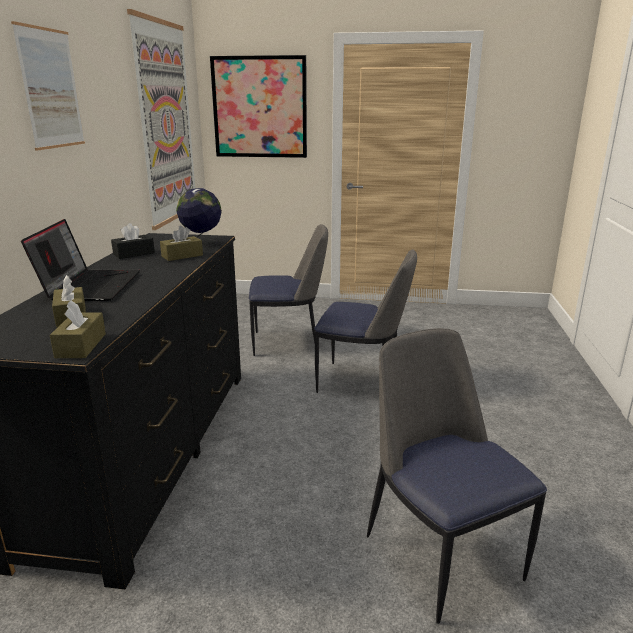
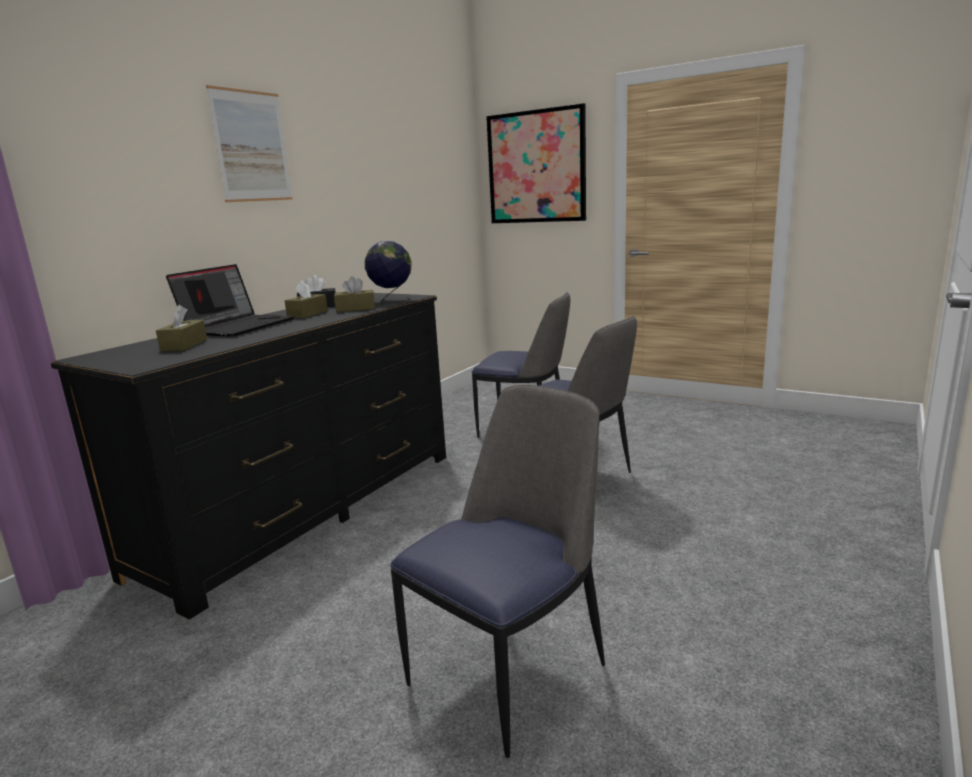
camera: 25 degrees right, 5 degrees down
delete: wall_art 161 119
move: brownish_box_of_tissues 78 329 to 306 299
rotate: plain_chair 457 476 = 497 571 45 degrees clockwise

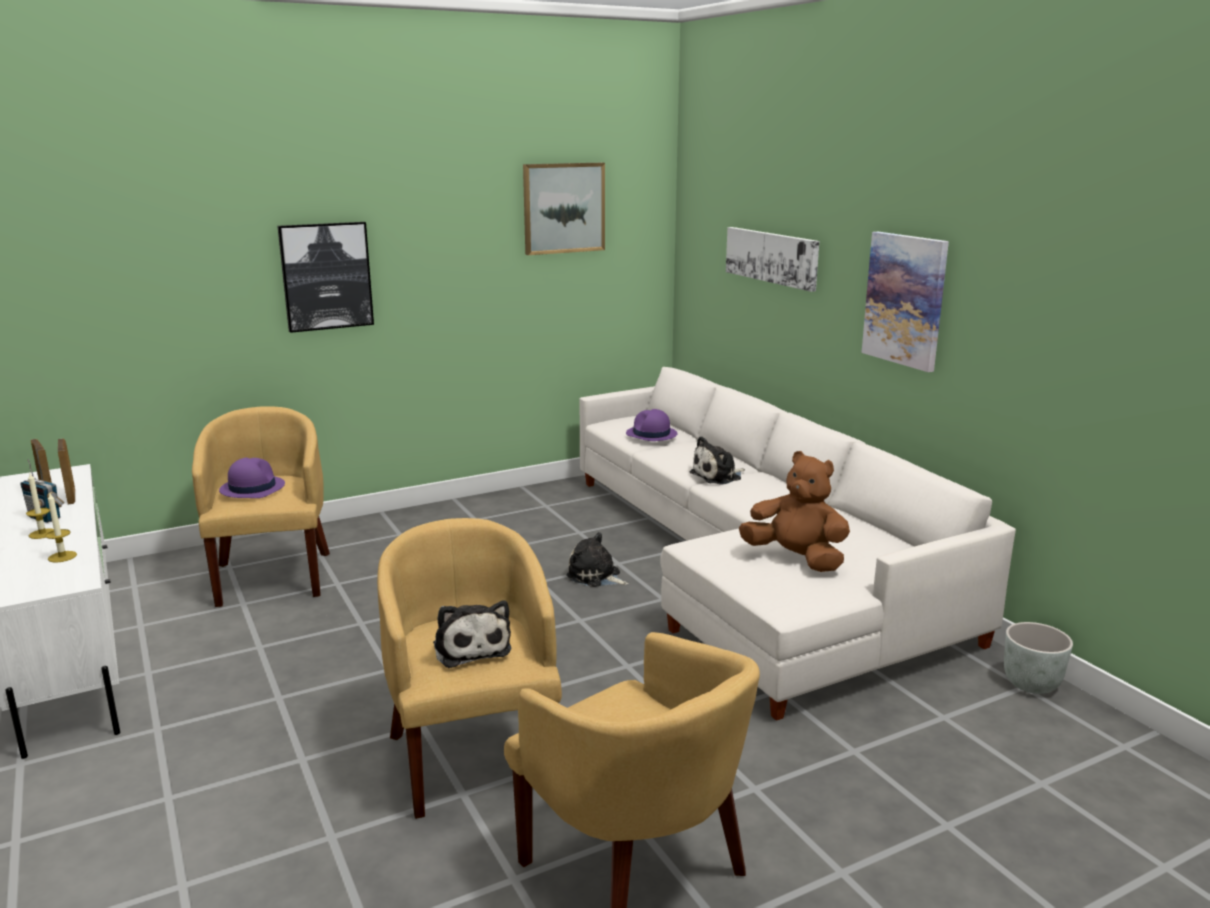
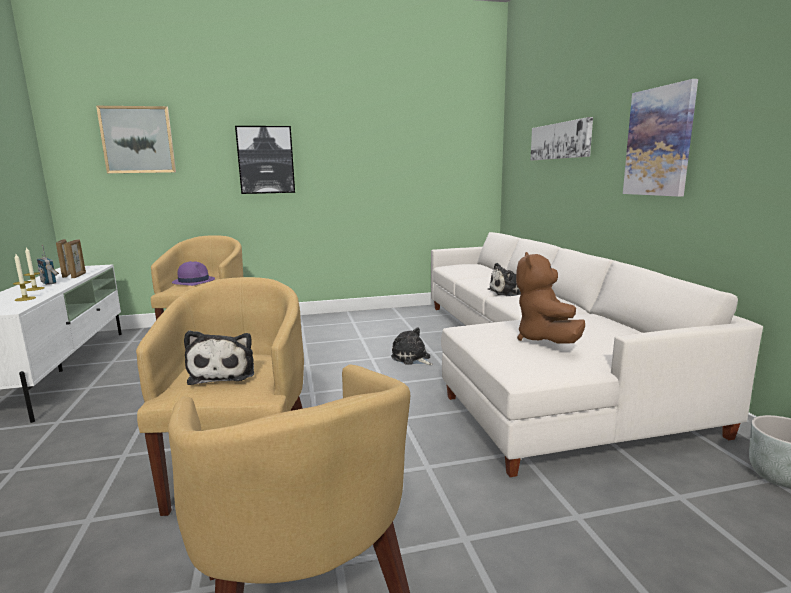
camera: 15 degrees right, 5 degrees down
delete: purple-coloured_hat 651 425
move: wall_art 564 209 to 136 139
rotate: brownish_plush_toy 794 511 = 550 298 135 degrees counterclockwise

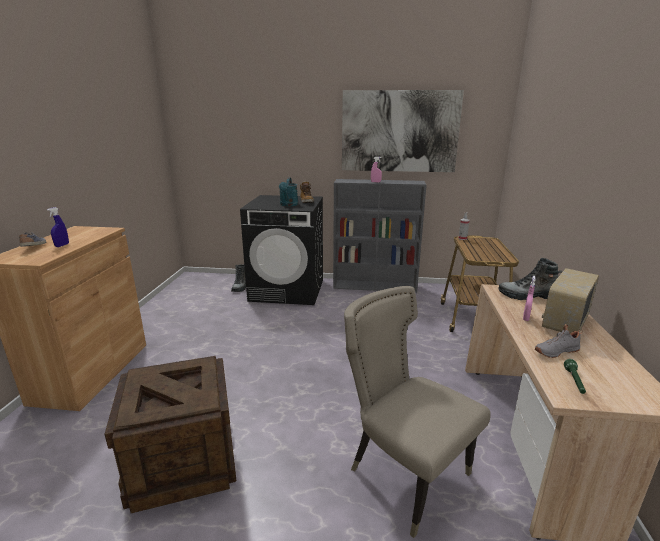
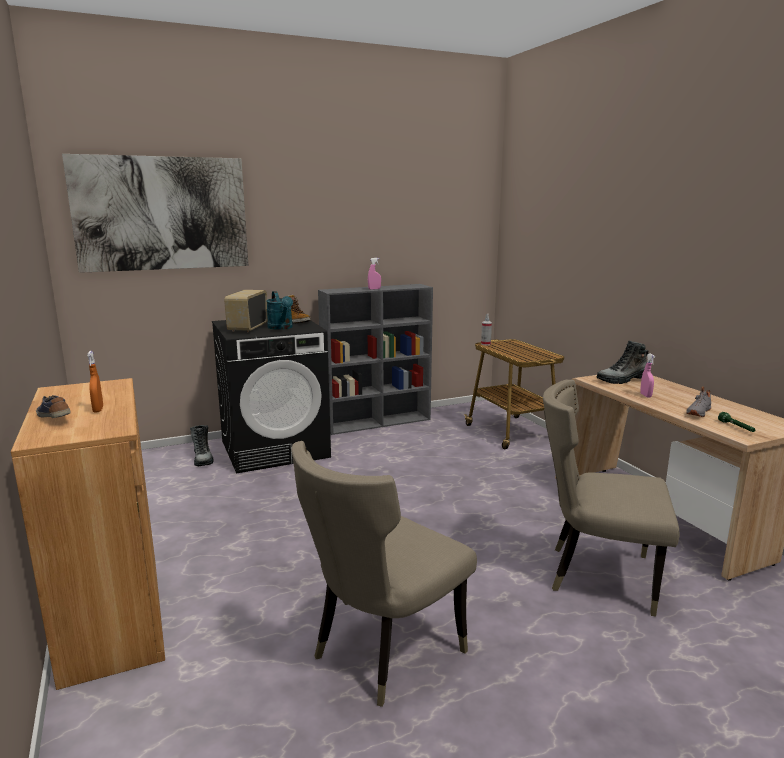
camera: 30 degrees left, 5 degrees down
move: wall_art 403 131 to 155 213; radio 570 300 to 246 311
replace: packing_crate 170 434 to beige-coloured_plain_chair 384 574
recolor: blue_hand_sprayer 58 227 to orange_hand_sprayer 95 382

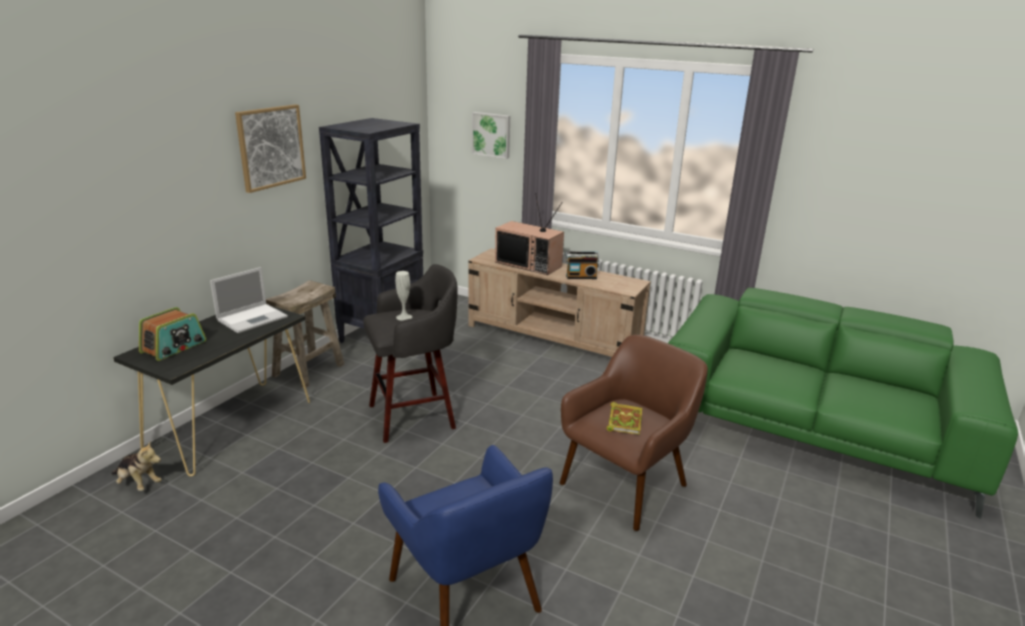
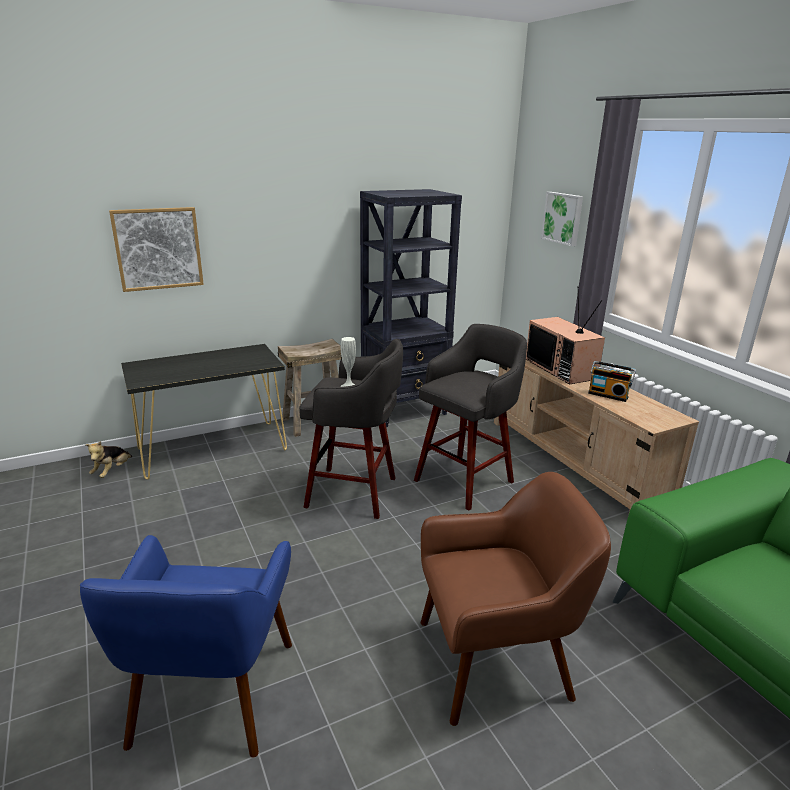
camera: 35 degrees right, 0 degrees up
delete: radio 172 334; laptop 249 300; volume 624 418
insert: gray_stool_seat 470 417
move: wall_art 270 148 to 156 249
rotate: plush_toy 136 466 = 109 459 45 degrees clockwise

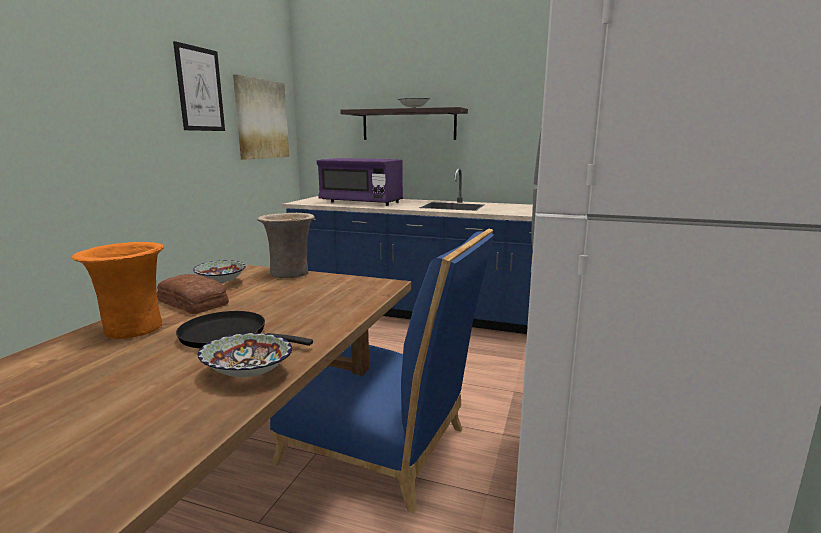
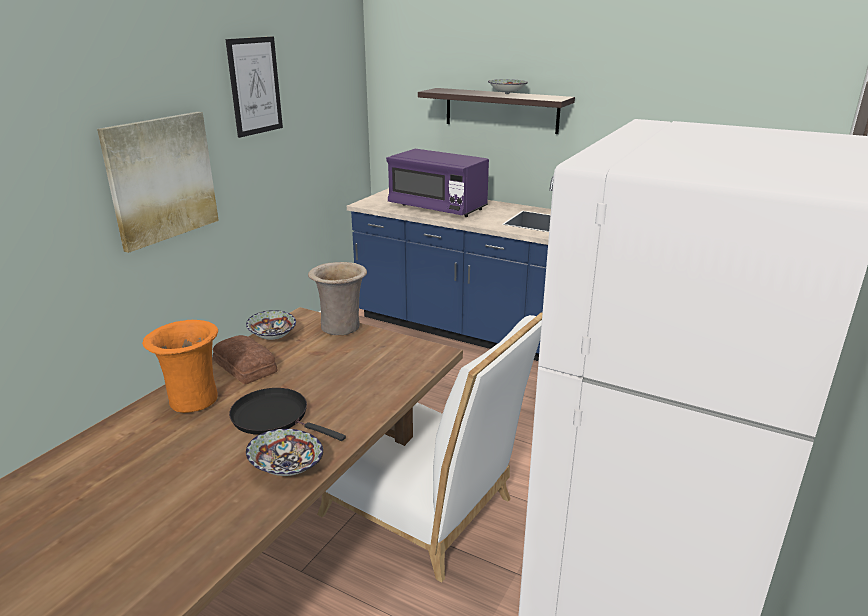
camera: 10 degrees right, 10 degrees up
move: wall_art 261 117 to 158 182
recolor: blue_plain_chair 382 371 to white_plain_chair 429 447

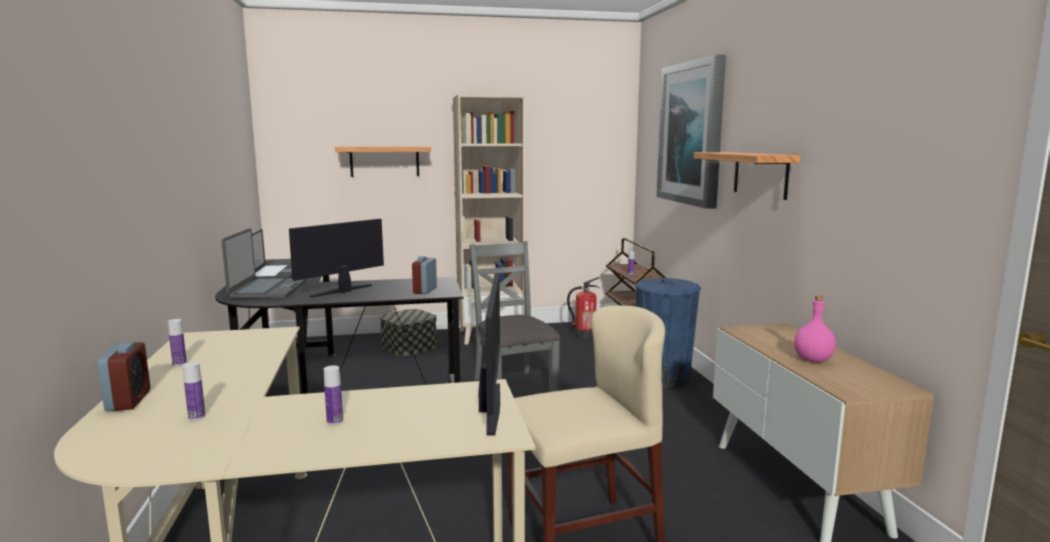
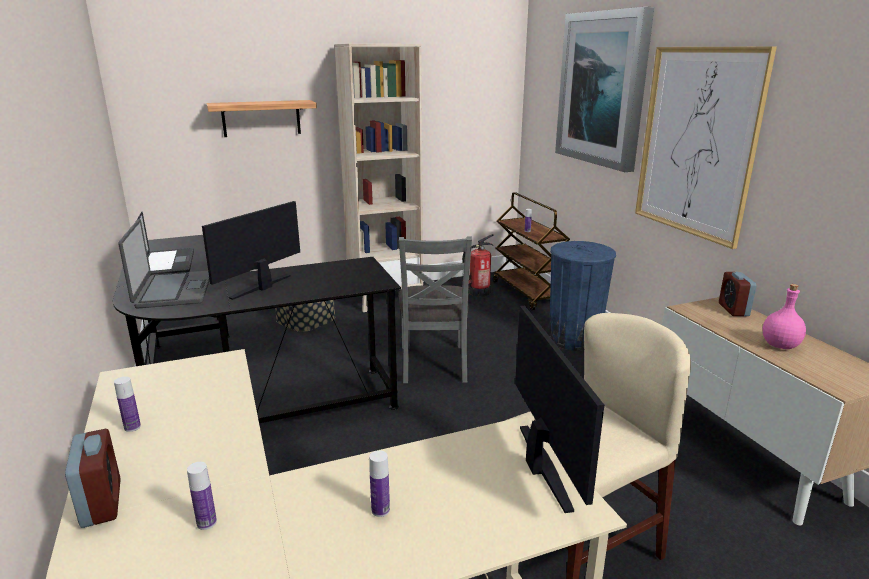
camera: 10 degrees left, 10 degrees up
move: table_clock 424 275 to 737 294
replace: shelf 747 176 to wall_art 706 147
rotate: gray_plain_chair 515 316 = 435 310 150 degrees counterclockwise

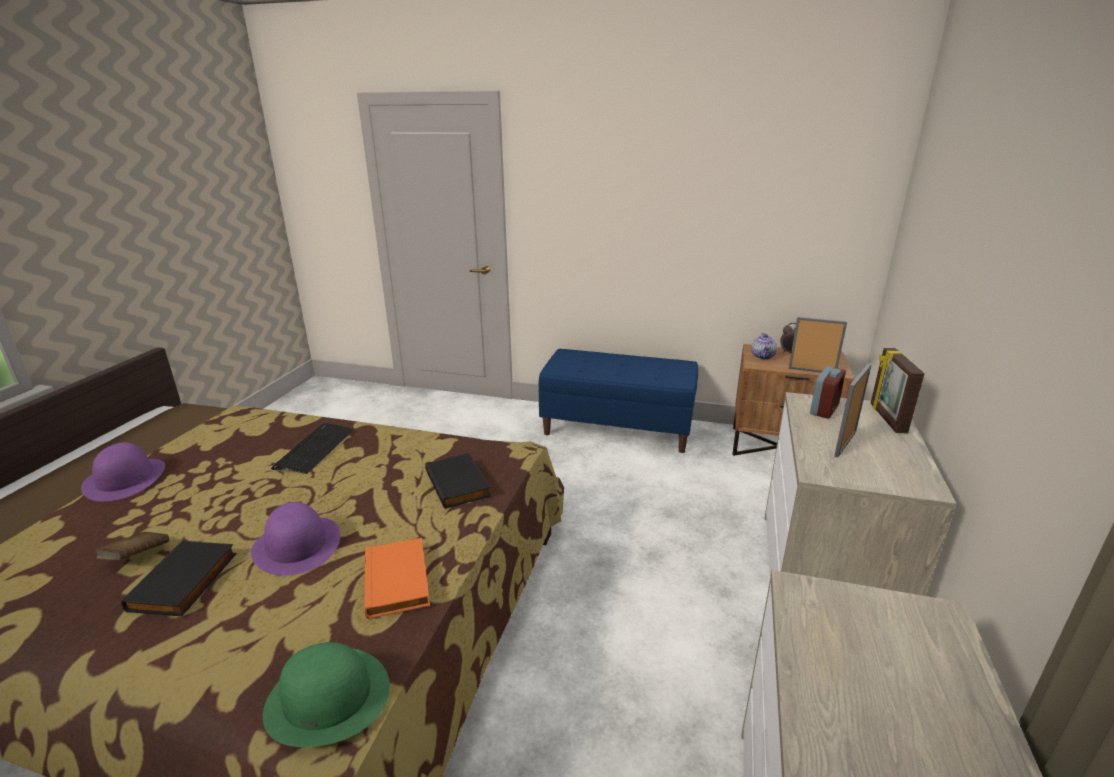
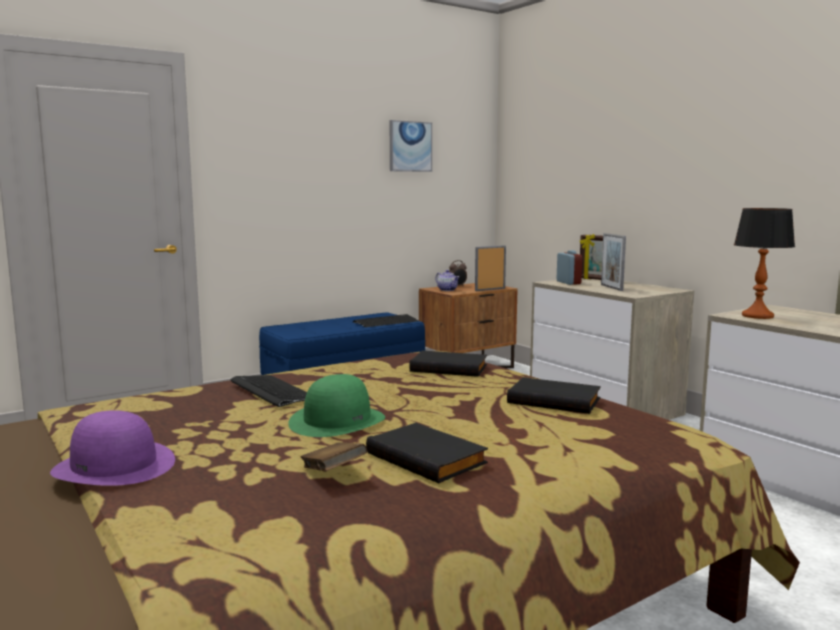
camera: 50 degrees left, 15 degrees down
delete: purple-coloured_hat 296 539
insert: PC_keyboard 386 320; wall_art 411 146; lamp_for_a_table 764 263
move: green_hat 326 694 to 336 405
recolor: orange_volume 397 578 to blackish_volume 554 395

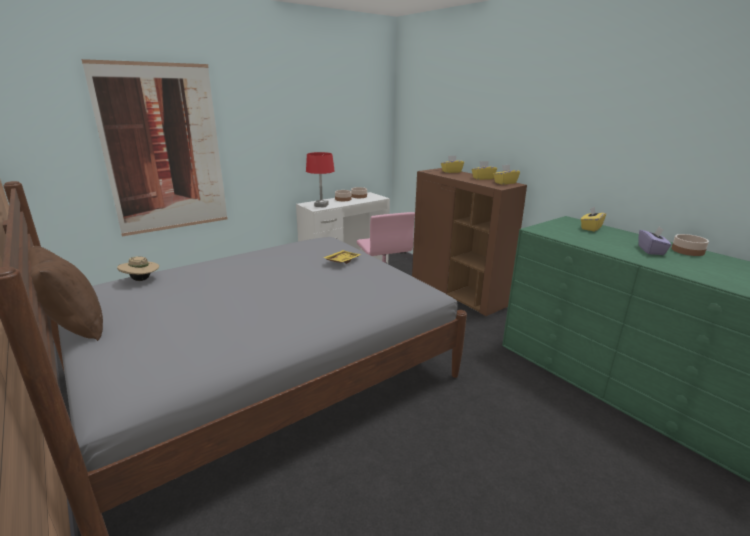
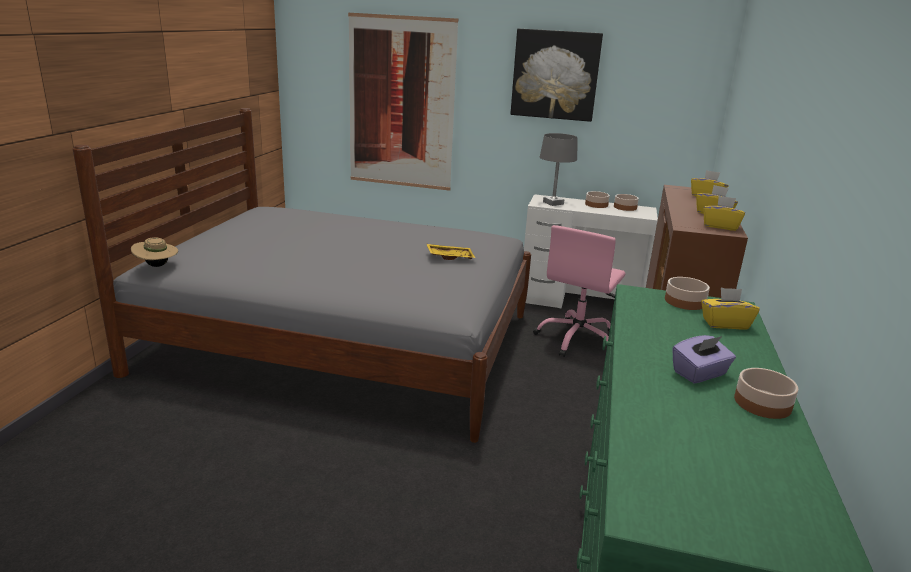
camera: 50 degrees right, 0 degrees up
delete: brownish_throw_pillow 65 293
insert: wall_art 557 75; deep_dish 687 293
move: beige-coloured_hat 138 268 to 154 252
recolor: red_lamp_for_a_table 320 179 to gray_lamp_for_a_table 559 169

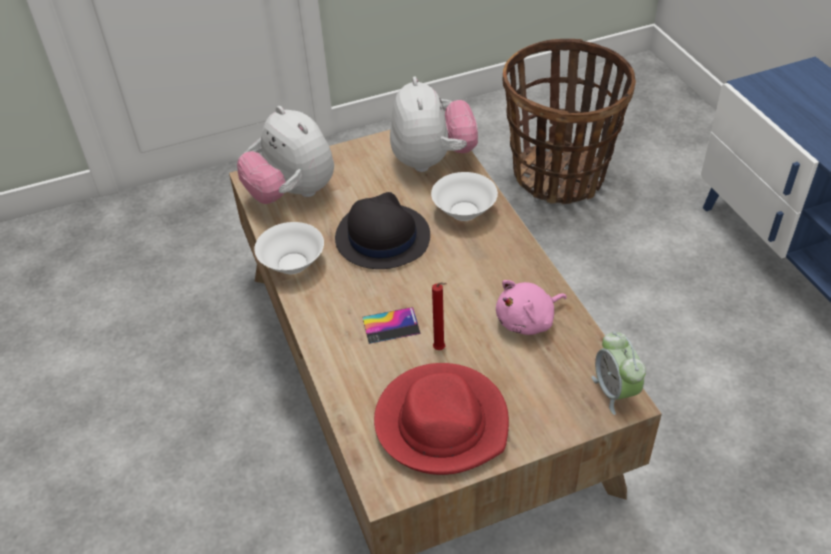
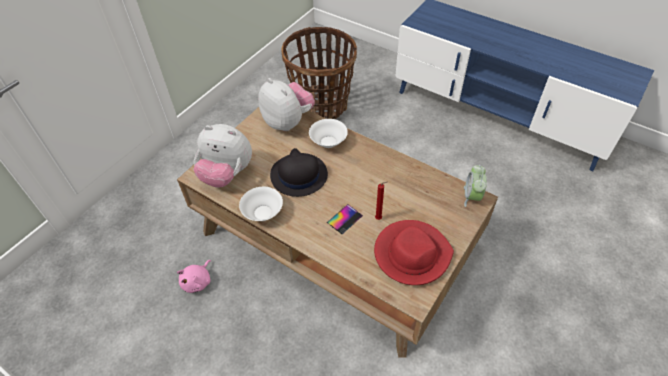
camera: 35 degrees left, 5 degrees up
move: pink-coloured_plush_toy 531 307 to 194 276
rotate: table_clock 619 373 = 475 186 60 degrees clockwise

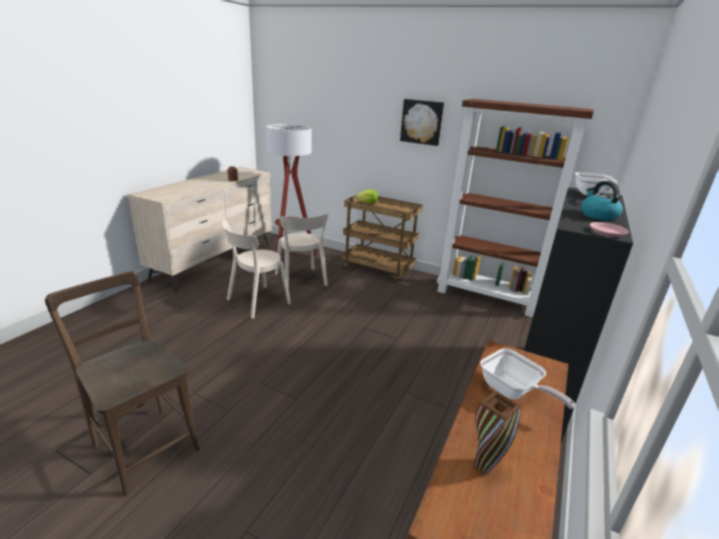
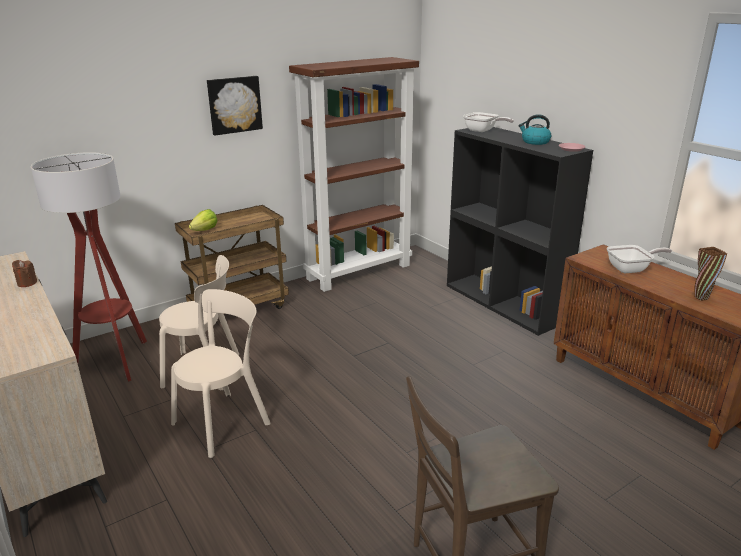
camera: 60 degrees left, 0 degrees up
rotate: beige-coloured_plain_chair 256 269 = 221 373 120 degrees counterclockwise

